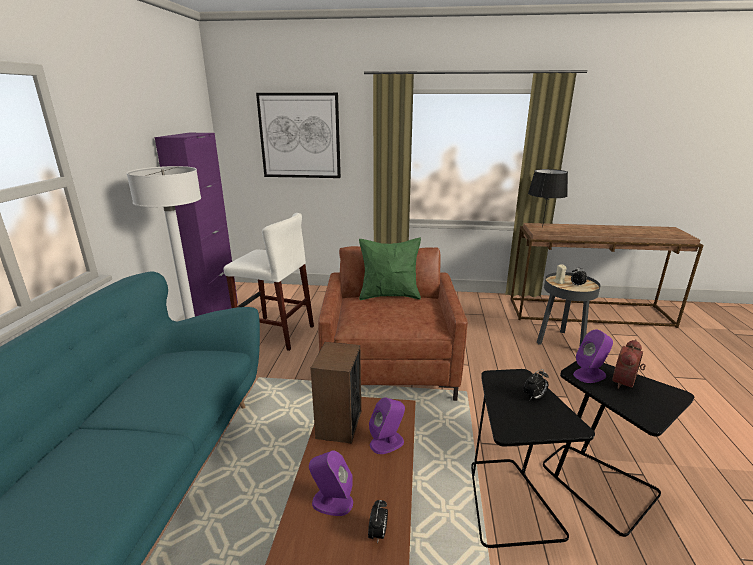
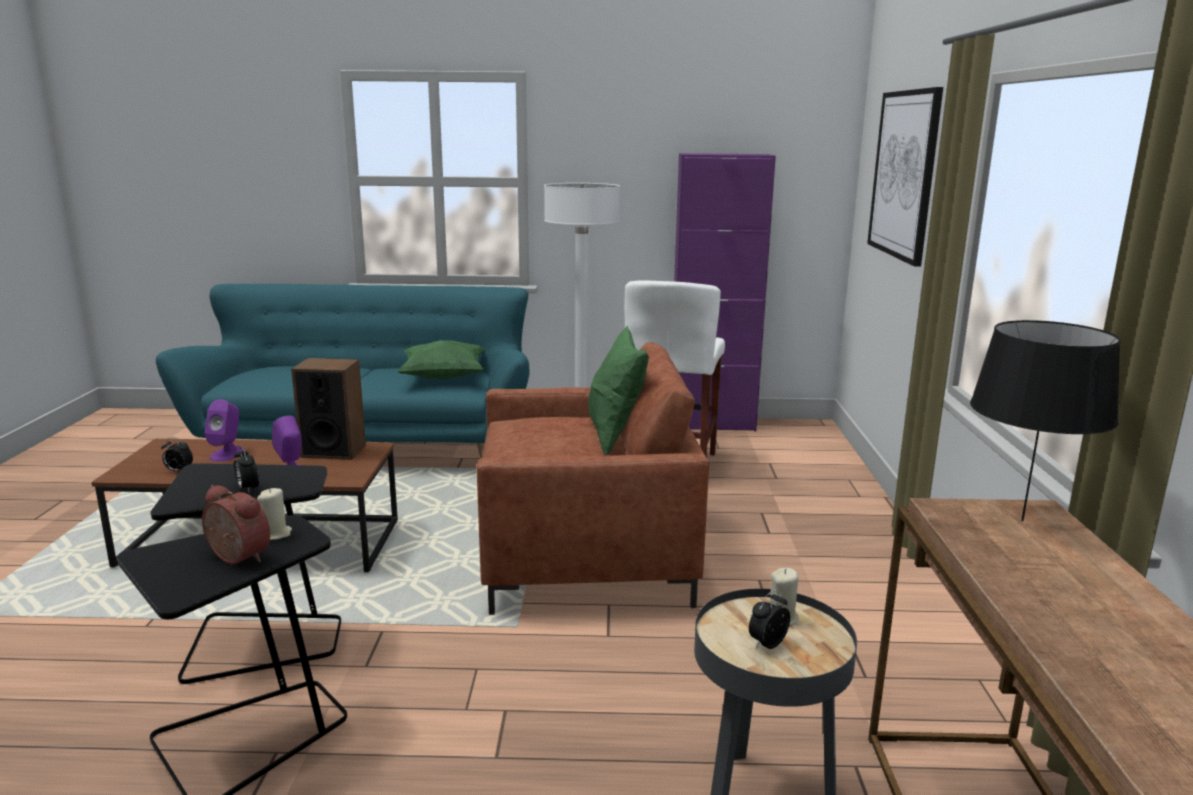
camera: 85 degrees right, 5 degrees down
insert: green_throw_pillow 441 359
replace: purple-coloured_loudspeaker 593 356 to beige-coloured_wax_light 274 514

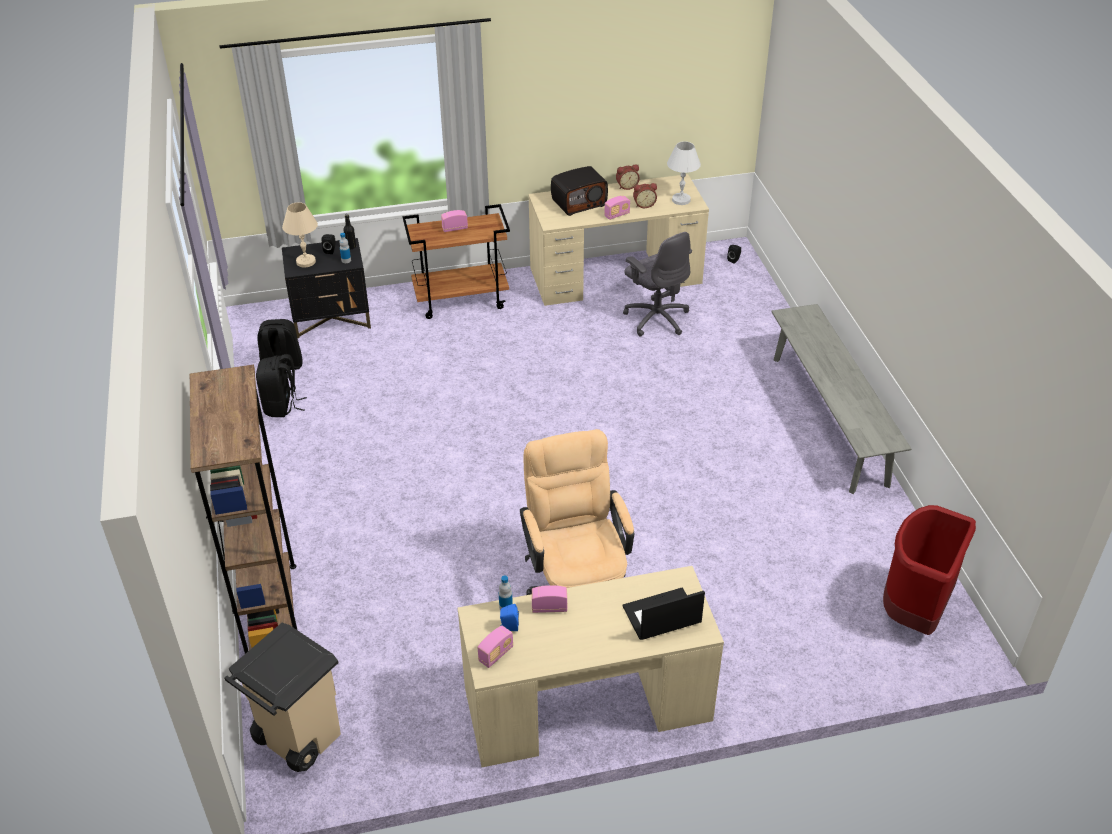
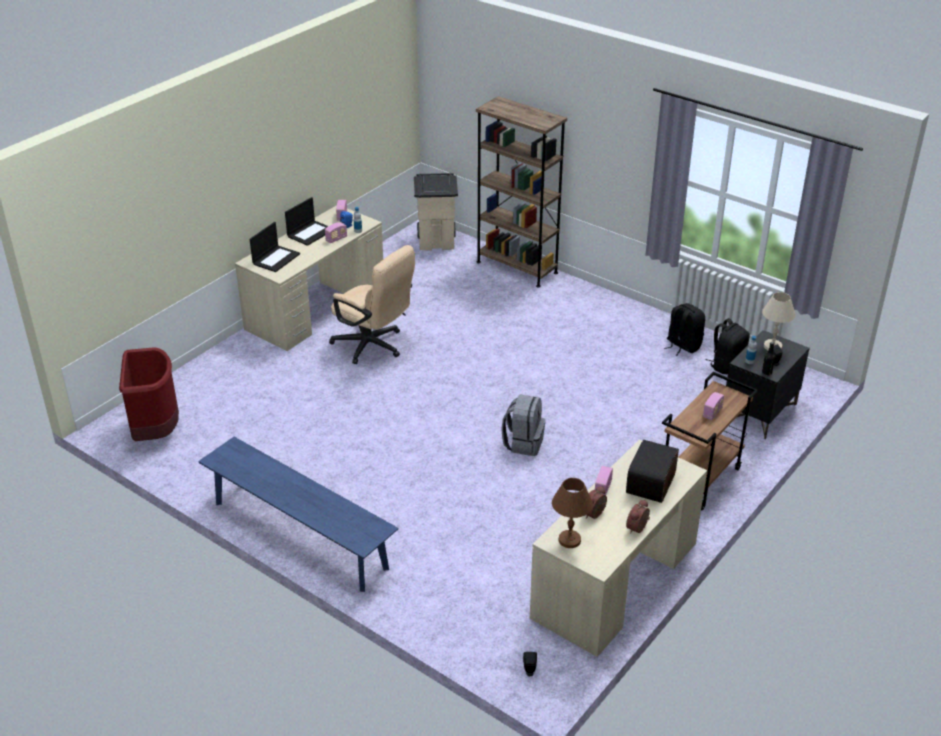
camera: 140 degrees right, 5 degrees down
delete: gray_desk_chair 657 284
insert: laptop 306 221; gray_backpack 523 425
recolor: gray_indoor_bench 841 399 to blue_indoor_bench 298 514; white_lamp_for_a_table 684 173 to brownish_lamp_for_a_table 572 513

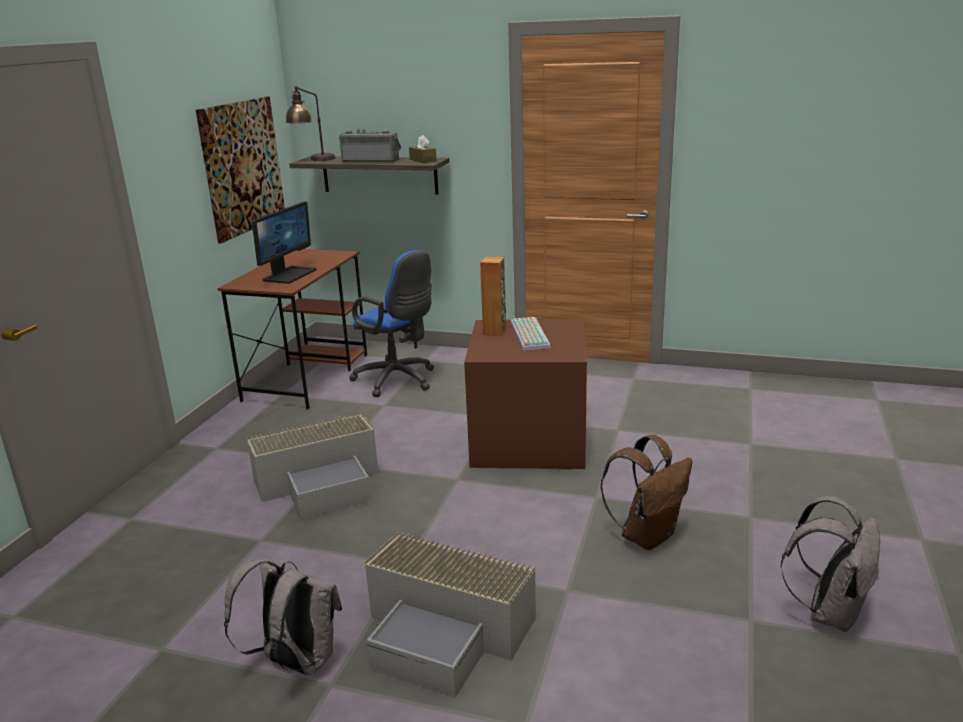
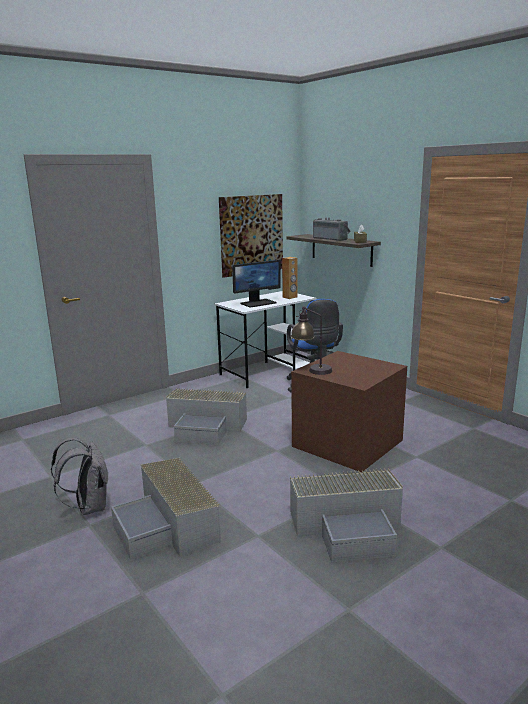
camera: 35 degrees right, 5 degrees down
delete: PC_keyboard 531 333; gray_backpack 830 564
move: brownish_loudspeaker 493 296 to 289 278; lamp_for_a_table 311 123 to 311 340
replace: brownish_backpack 647 492 to gray_storage_bin 346 516
recolor: brownish_desk_unit 292 329 to white_desk_unit 265 339

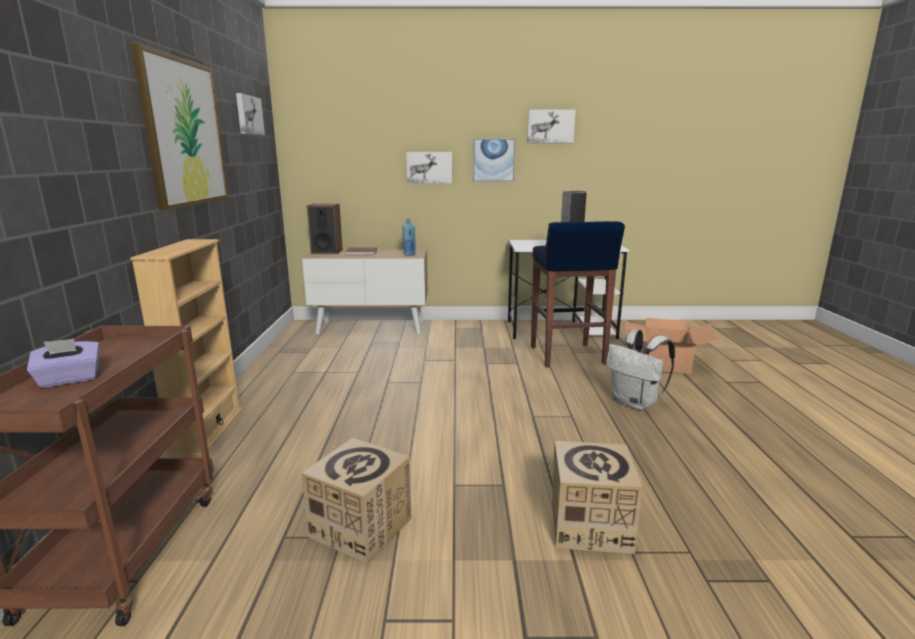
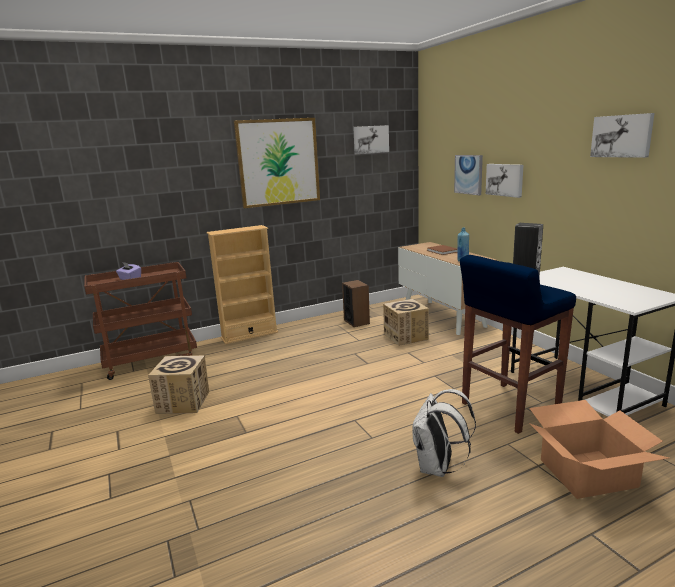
camera: 65 degrees right, 0 degrees up
move: loudspeaker 325 229 to 356 303; carton 597 497 to 406 322; wall_art 494 160 to 468 175

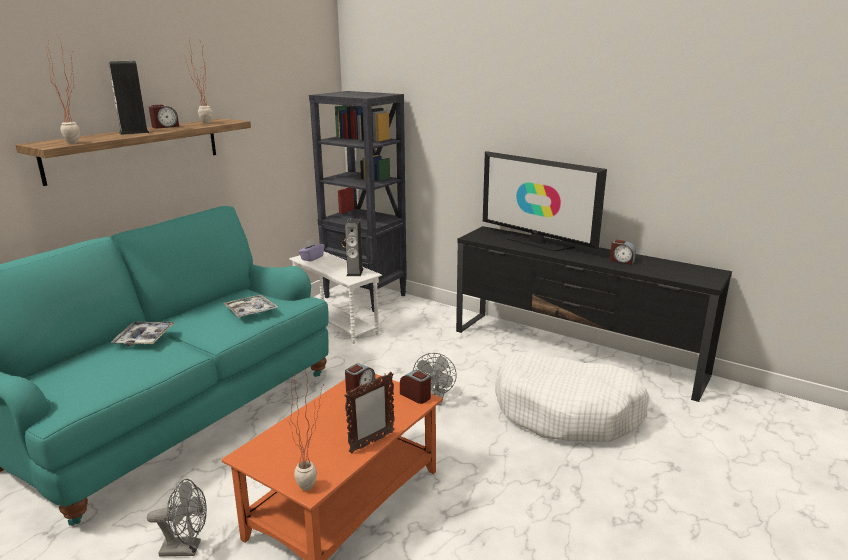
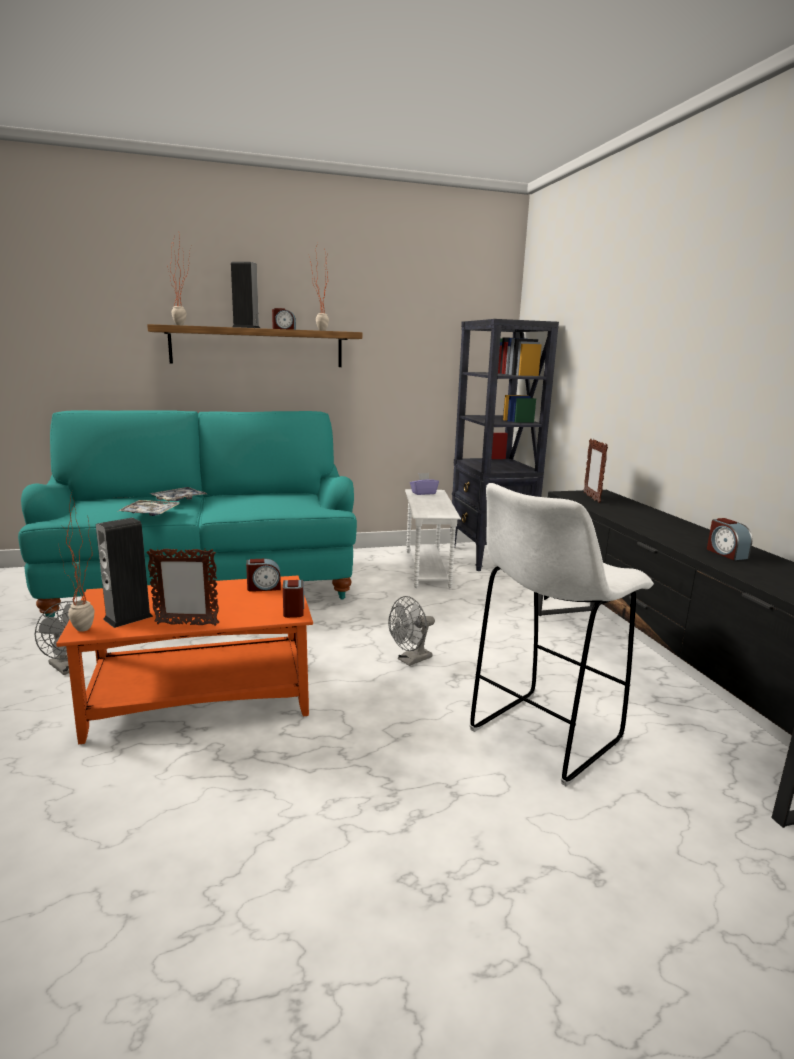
camera: 40 degrees right, 5 degrees down
delete: TV 545 201
insert: picture_frame 595 470
move: loudspeaker 354 247 to 124 572; carrying_tray 251 306 to 148 508
replace: white_dog_bed 572 397 to white_stool_seat 561 634

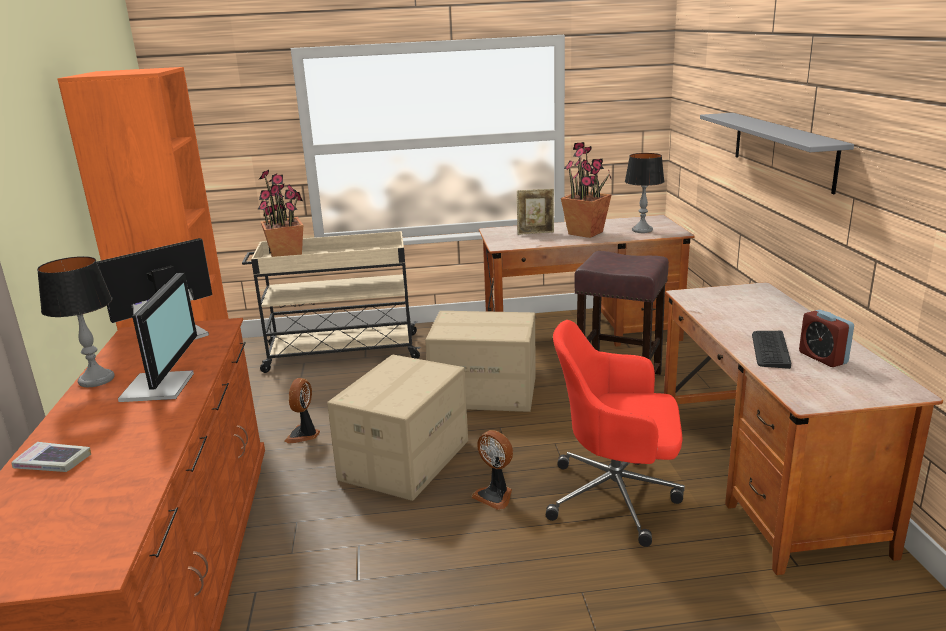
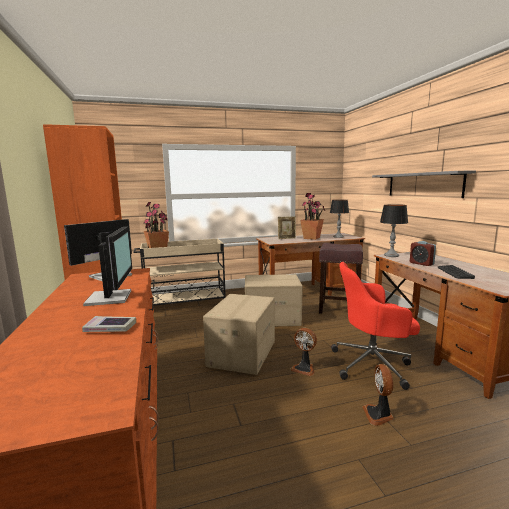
camera: 10 degrees left, 10 degrees down
move: volume 51 457 to 109 324; fan 302 410 to 378 395; lamp_for_a_table 76 321 to 394 230; table_clock 826 338 to 423 253

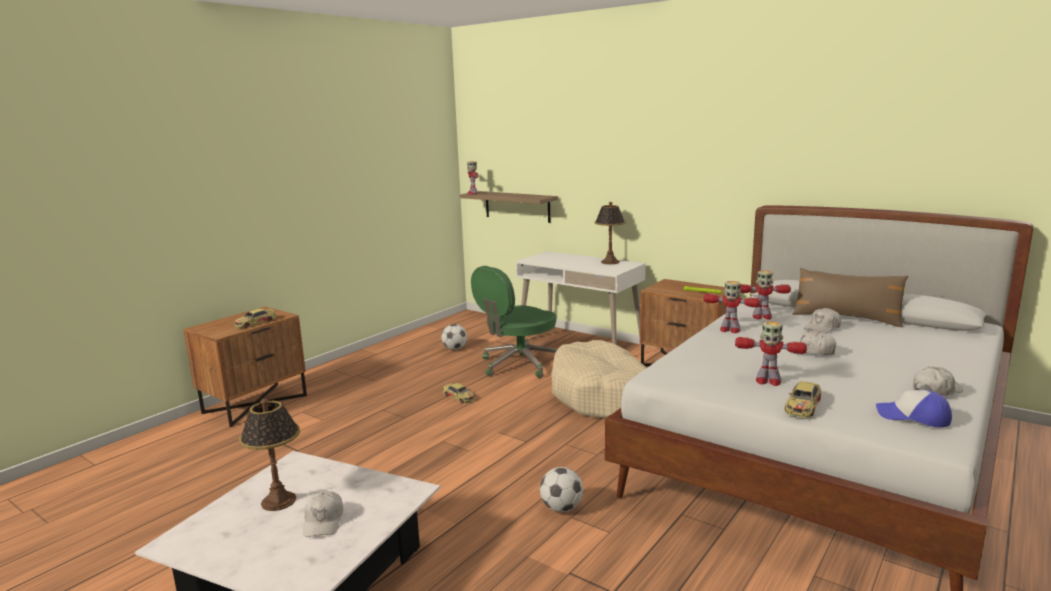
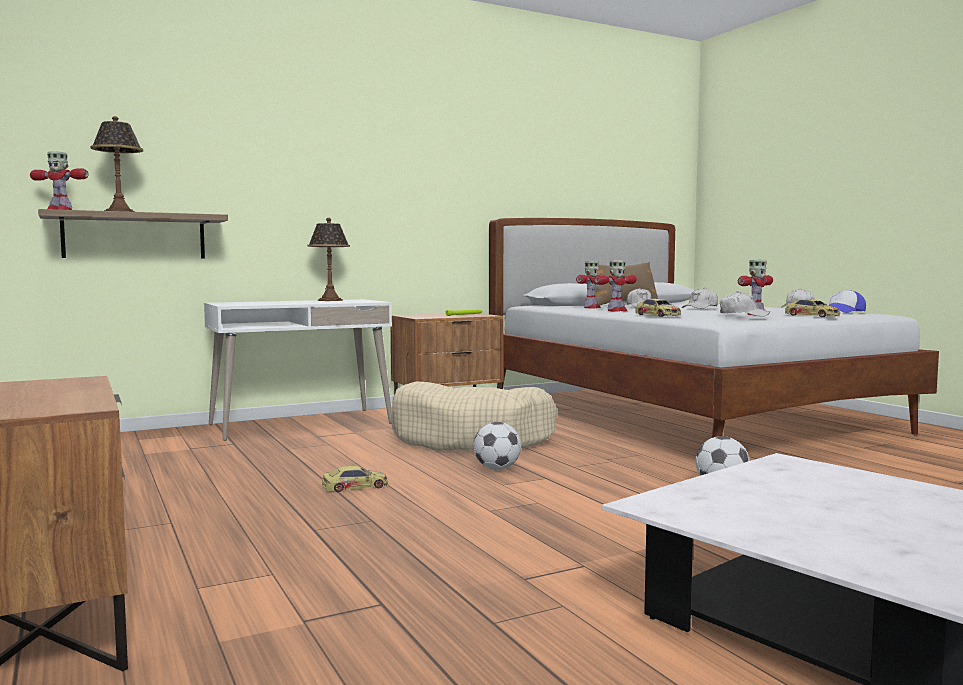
camera: 65 degrees left, 10 degrees down
delete: green_desk_chair 514 322
move: lamp_for_a_table 269 455 to 116 164; football 454 337 to 497 446; toy_car 255 318 to 658 308; white_cap 323 514 to 745 304

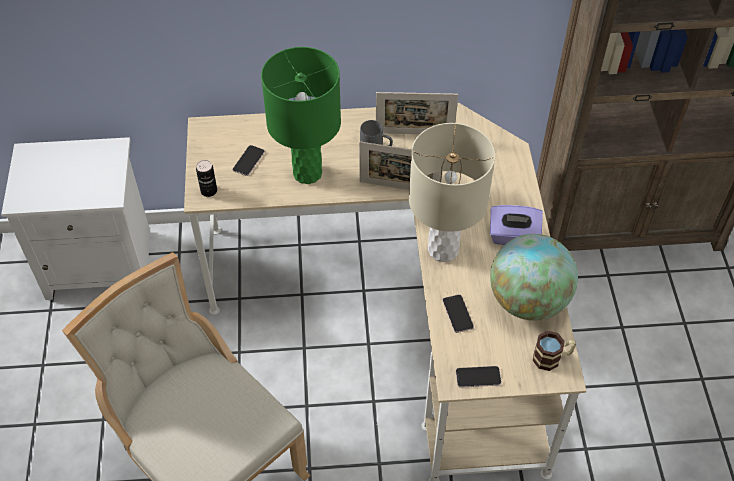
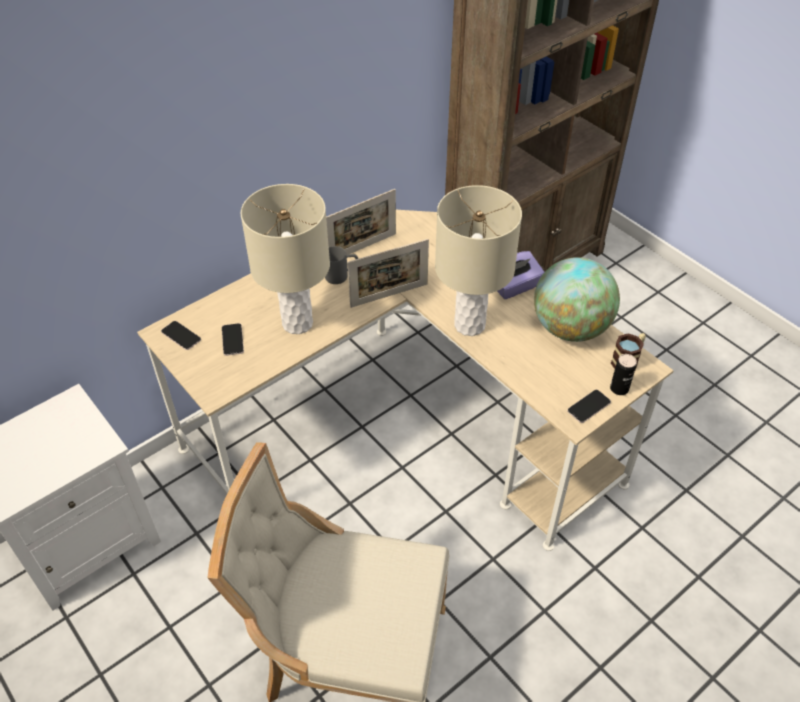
camera: 35 degrees left, 5 degrees down
move: handset 458 313 to 181 335; metal_can 206 178 to 623 374
recolor: green_lamp_for_a_table 301 115 to beige-coloured_lamp_for_a_table 285 259

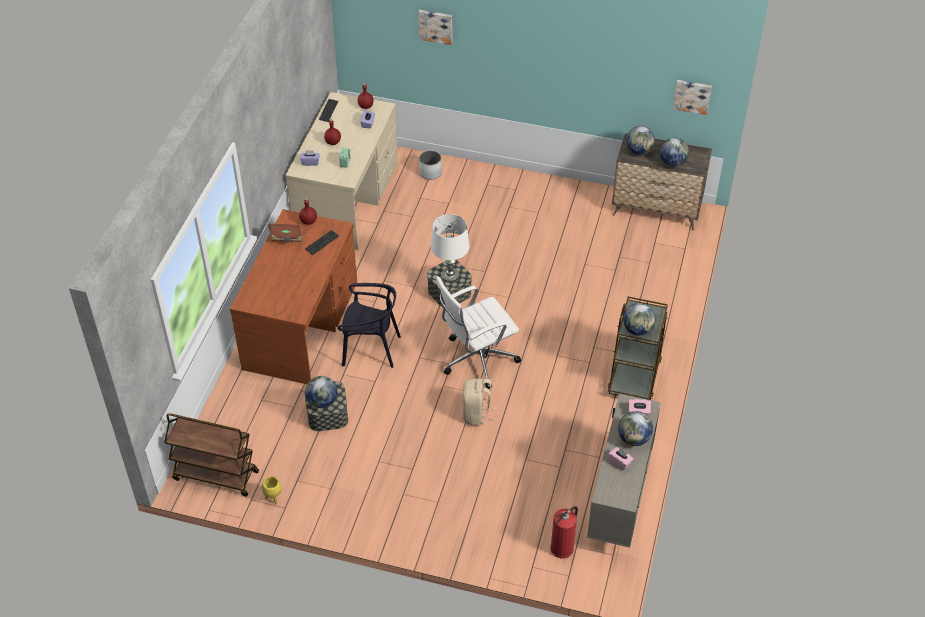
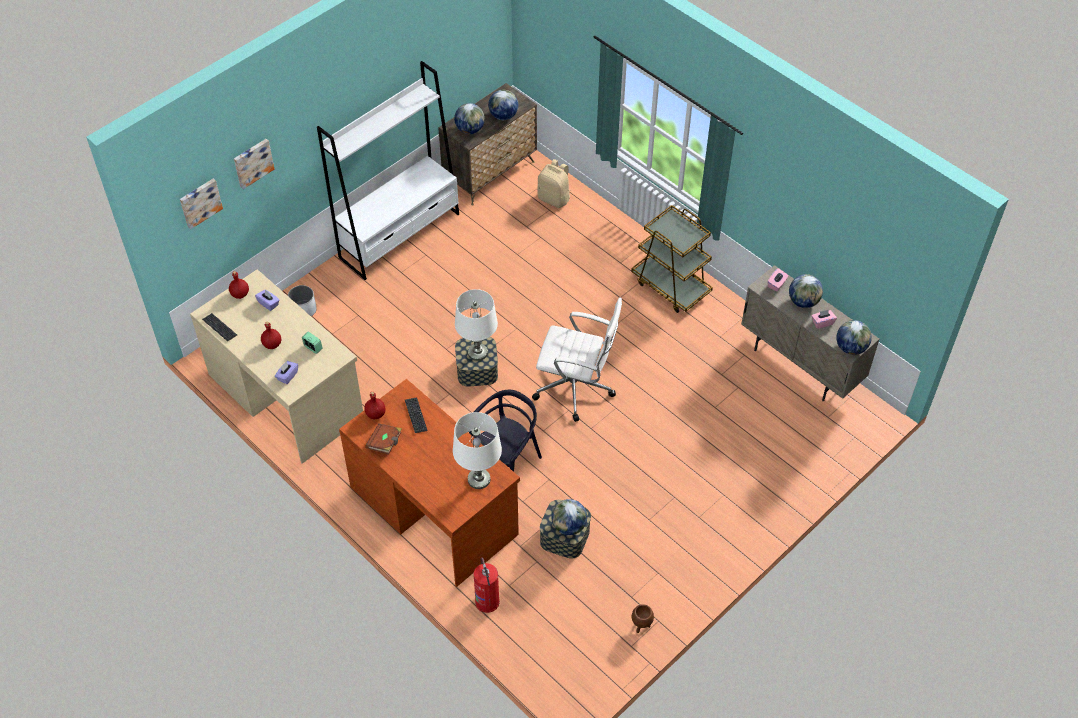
camera: 60 degrees left, 5 degrees up
delete: brownish_cart 211 455
insert: white_bookshelf 388 170; white_lamp_for_a_table 477 450
move: wall_art 692 97 to 201 204; fire_extinguisher 564 532 to 486 585; beige-coloured_backpack 479 402 to 553 183; desk_globe 639 319 to 854 337
recolor: yellow_flower_pot 272 490 to brownish_flower_pot 643 618
rotate: white_desk_chair 478 332 = 577 359 75 degrees counterclockwise

